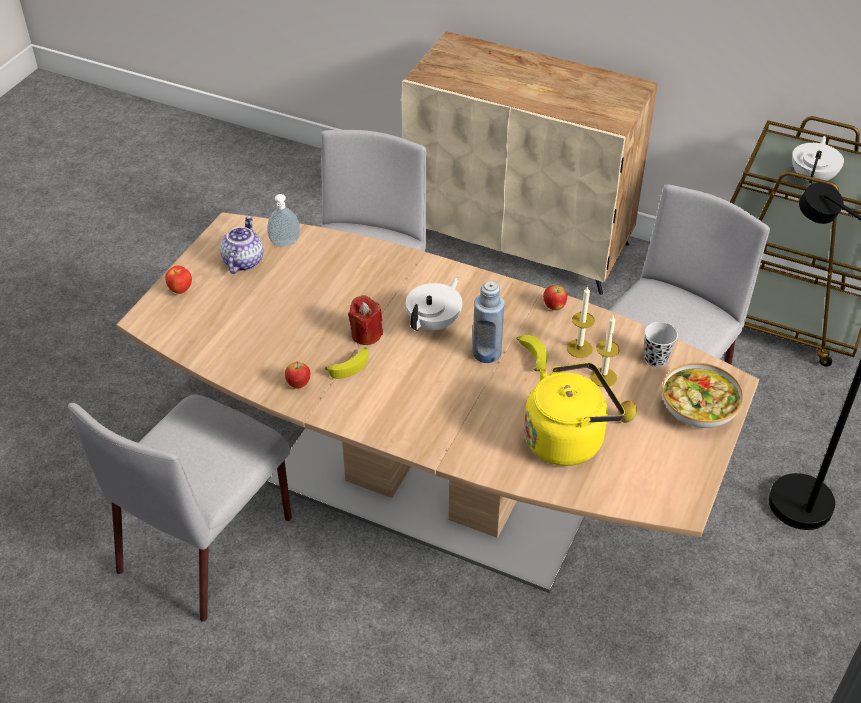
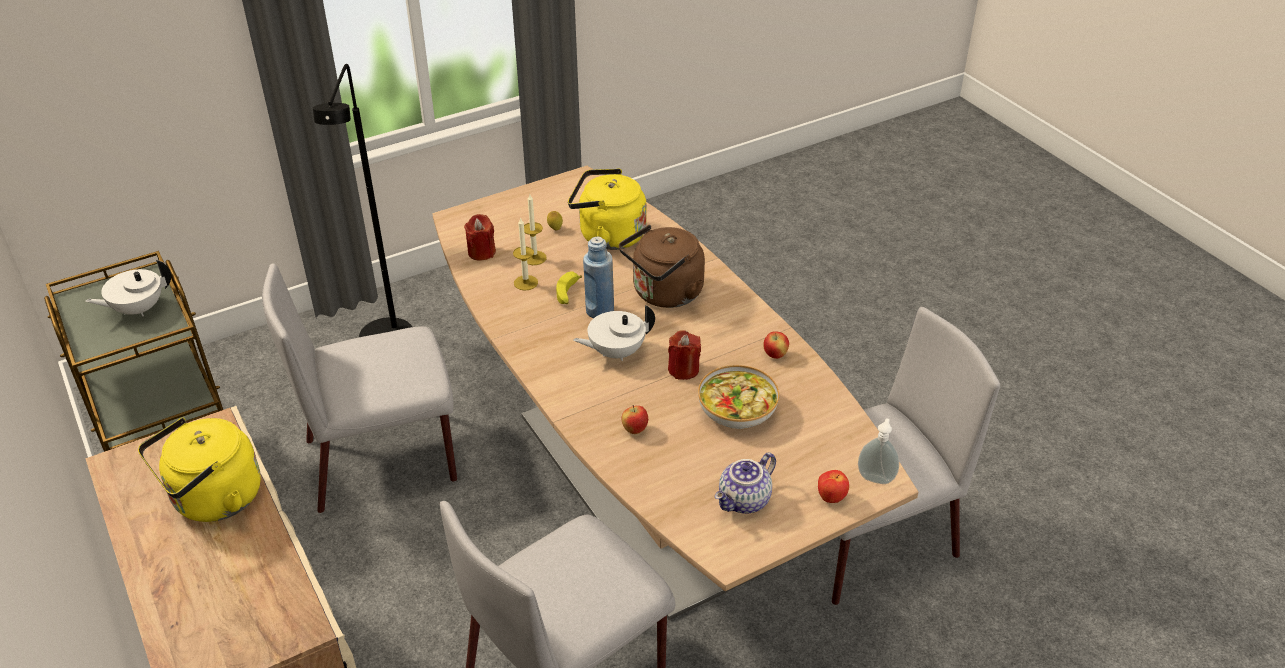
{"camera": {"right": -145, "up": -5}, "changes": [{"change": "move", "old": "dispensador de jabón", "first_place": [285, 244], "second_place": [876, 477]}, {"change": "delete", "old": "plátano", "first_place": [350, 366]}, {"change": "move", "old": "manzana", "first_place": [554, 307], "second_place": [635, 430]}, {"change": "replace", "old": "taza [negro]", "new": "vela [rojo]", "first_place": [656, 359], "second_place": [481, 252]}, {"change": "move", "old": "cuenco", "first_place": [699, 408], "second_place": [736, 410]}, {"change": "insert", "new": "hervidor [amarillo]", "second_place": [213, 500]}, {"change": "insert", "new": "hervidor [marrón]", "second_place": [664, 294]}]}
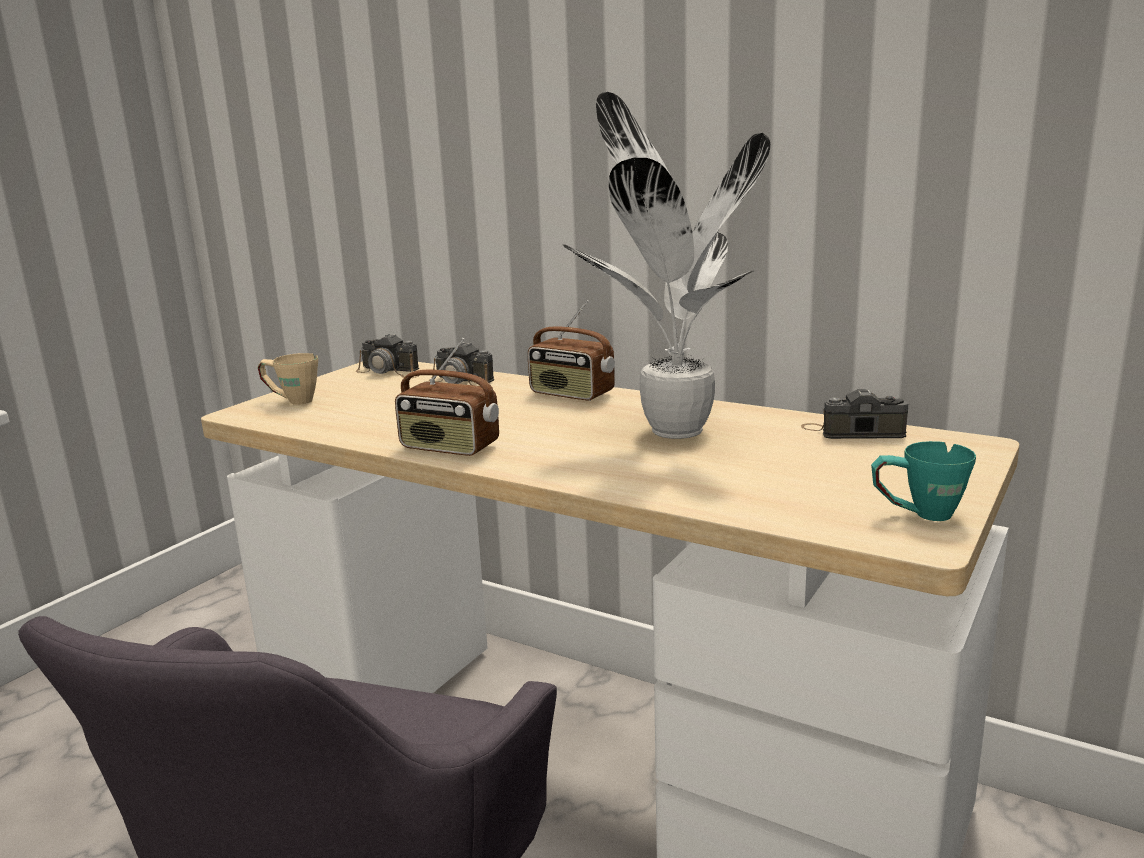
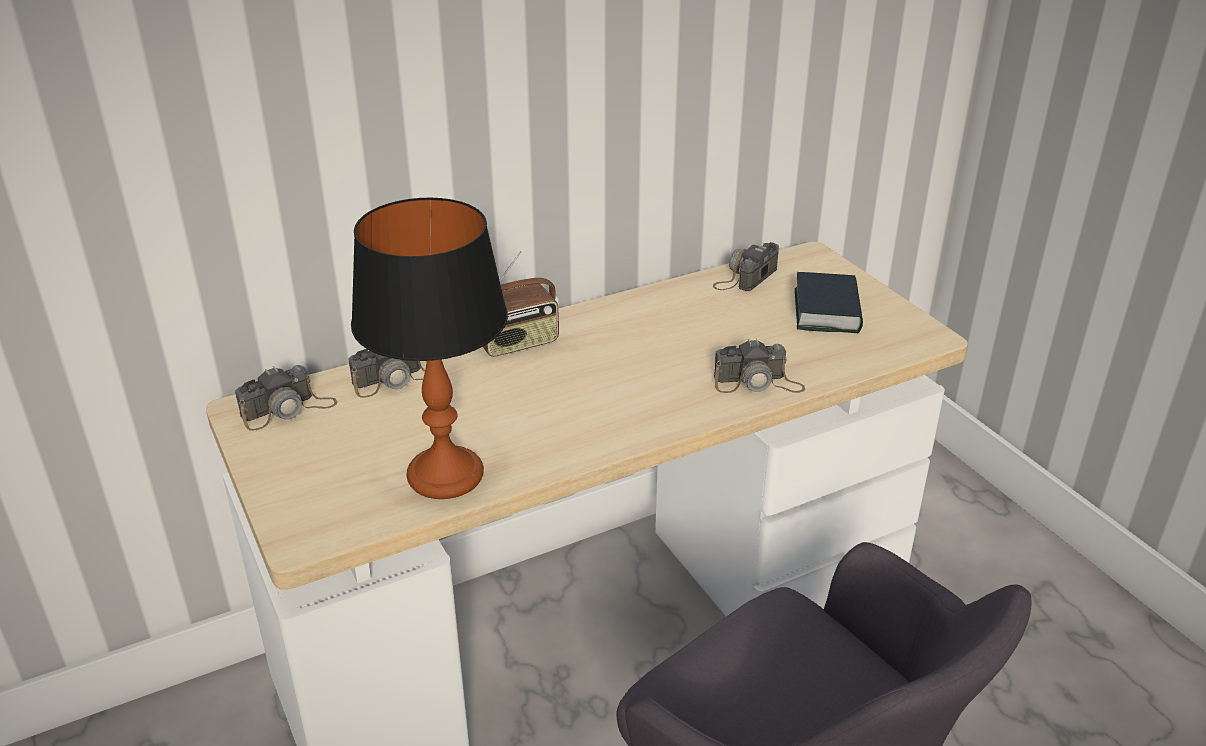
{"camera": {"right": -60, "up": 15}, "changes": [{"change": "delete", "old": "taza grande [beis]", "first_place": [291, 400]}, {"change": "delete", "old": "radio", "first_place": [449, 448]}, {"change": "delete", "old": "planta en maceta", "first_place": [673, 429]}, {"change": "delete", "old": "taza grande [turquesa]", "first_place": [917, 514]}, {"change": "insert", "new": "lámpara de mesa", "second_place": [445, 474]}, {"change": "insert", "new": "cámara", "second_place": [758, 383]}, {"change": "insert", "new": "libro", "second_place": [827, 311]}]}
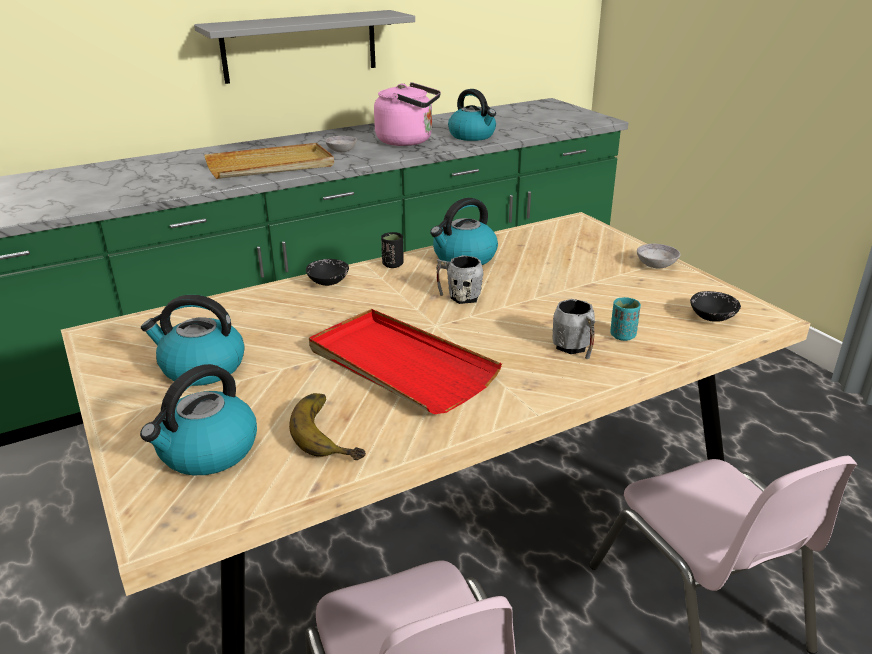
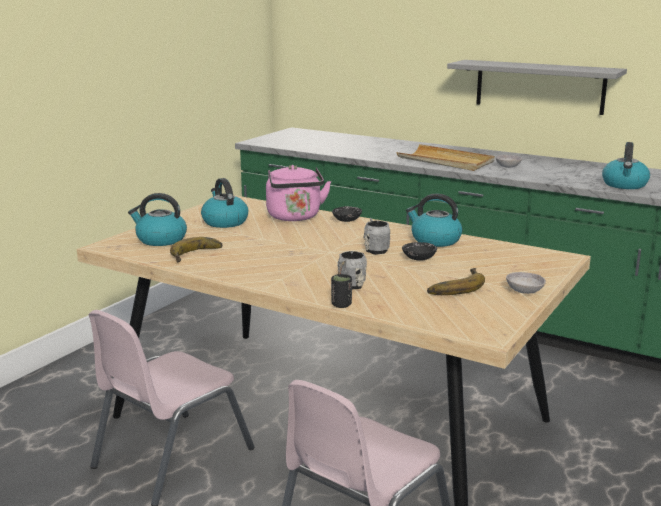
{"camera": {"right": 60, "up": -10}, "changes": [{"change": "delete", "old": "bandeja [rojo]", "first_place": [399, 365]}, {"change": "move", "old": "hervidor [rosa]", "first_place": [408, 141], "second_place": [295, 217]}, {"change": "move", "old": "taza [negro]", "first_place": [393, 264], "second_place": [341, 305]}, {"change": "delete", "old": "taza [turquesa]", "first_place": [622, 336]}, {"change": "move", "old": "cuenco [negro]", "first_place": [712, 317], "second_place": [419, 259]}, {"change": "insert", "new": "plátano", "second_place": [453, 286]}]}
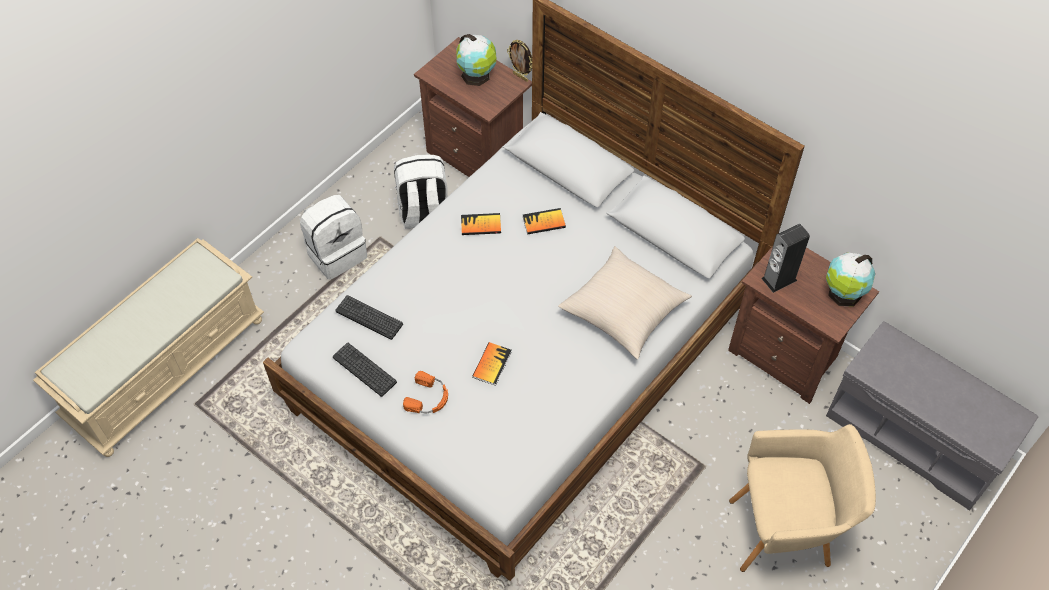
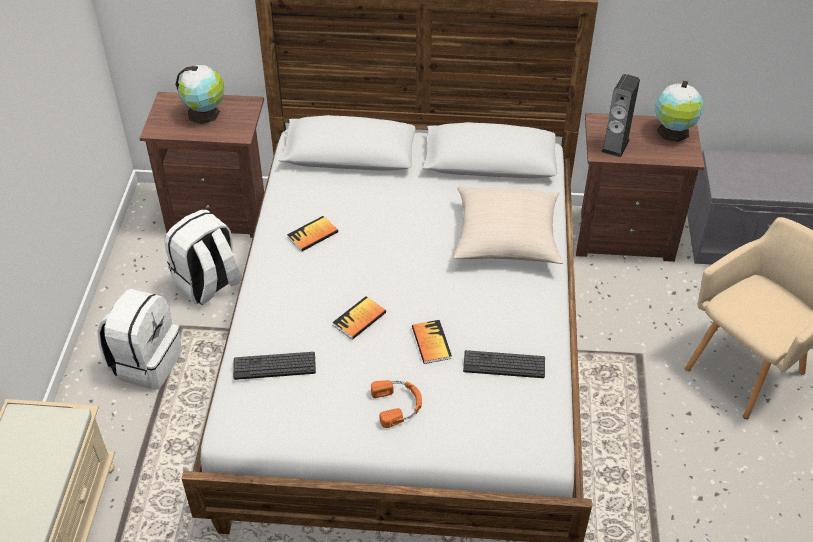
{"camera": {"right": -35, "up": -10}, "changes": [{"change": "move", "old": "teclado", "first_place": [364, 369], "second_place": [504, 365]}, {"change": "delete", "old": "portarretratos", "first_place": [521, 77]}, {"change": "move", "old": "libro", "first_place": [544, 222], "second_place": [359, 319]}]}
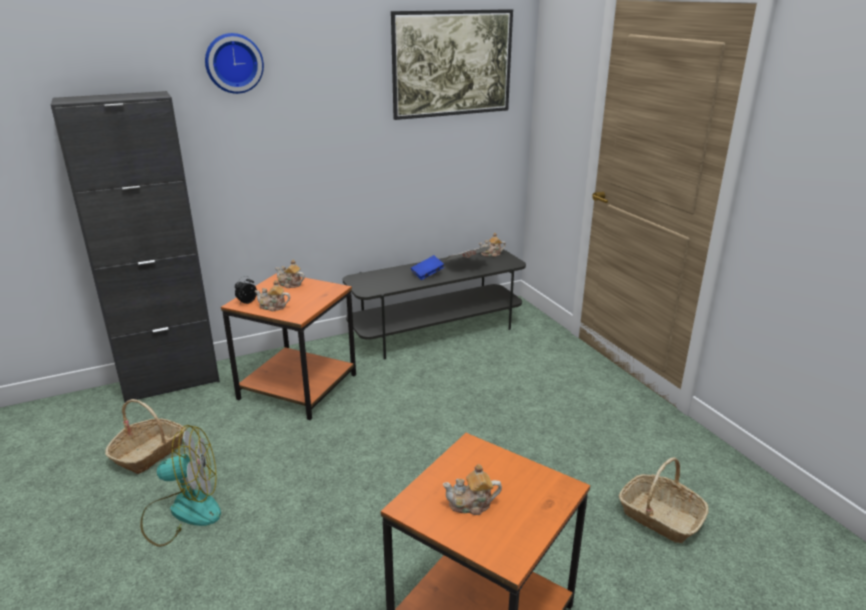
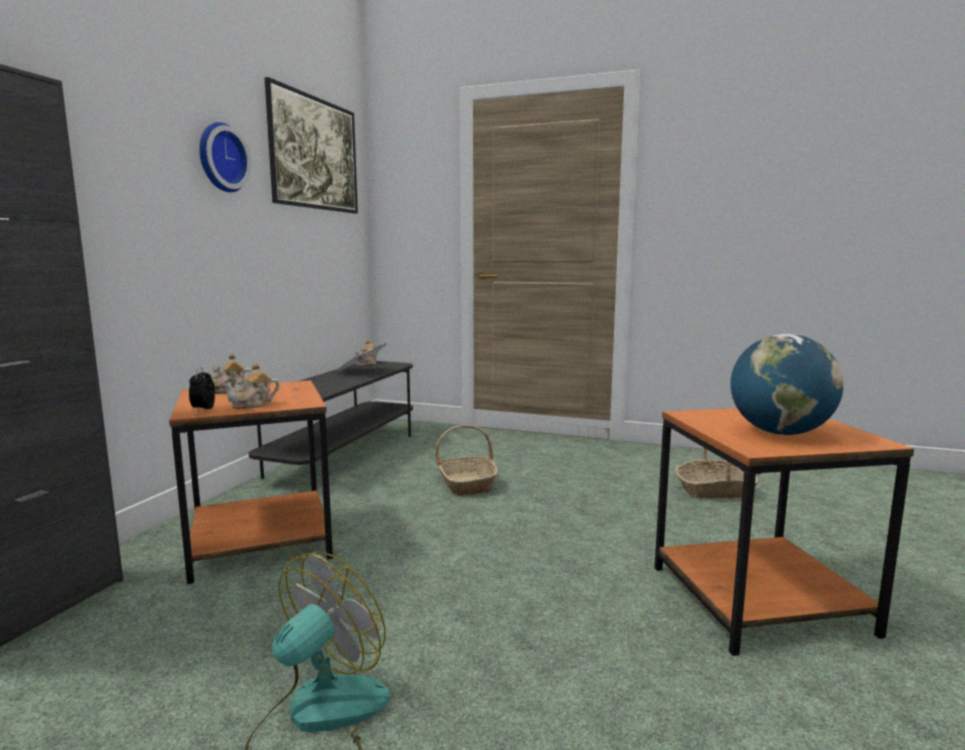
{"camera": {"right": -45, "up": -15}, "changes": [{"change": "move", "old": "cesta", "first_place": [149, 453], "second_place": [466, 483]}, {"change": "move", "old": "reloj de pared", "first_place": [233, 63], "second_place": [220, 158]}, {"change": "delete", "old": "libro [azul]", "first_place": [427, 274]}, {"change": "replace", "old": "tetera", "new": "globo terráqueo", "first_place": [471, 504], "second_place": [779, 433]}]}
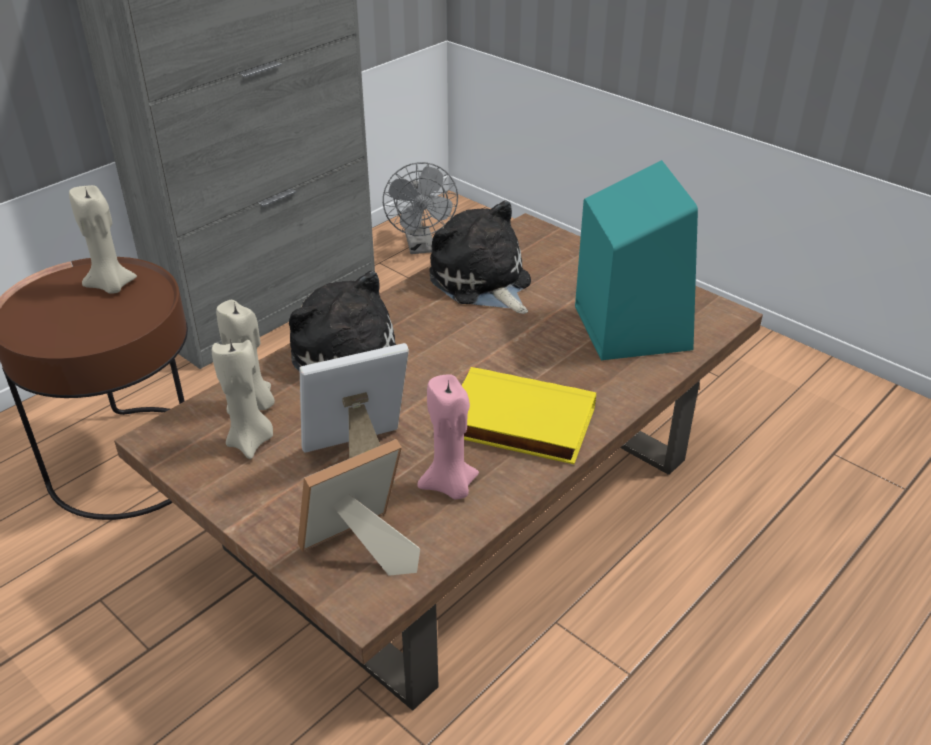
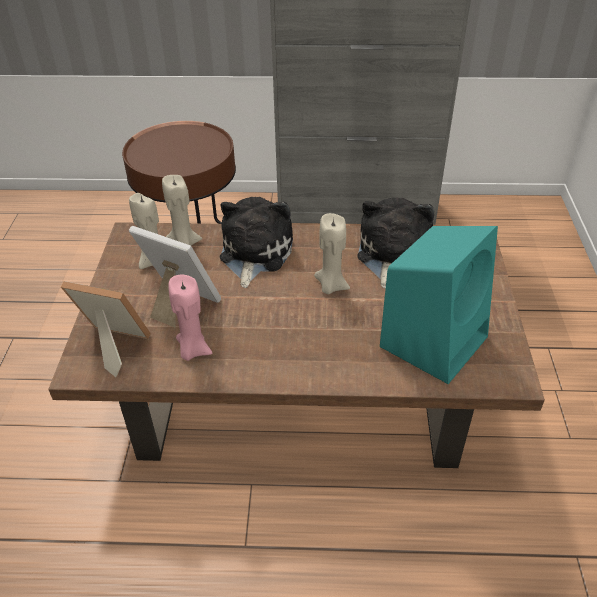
{"camera": {"right": 50, "up": 5}, "changes": [{"change": "move", "old": "vela [beis]", "first_place": [111, 286], "second_place": [330, 286]}, {"change": "delete", "old": "ventilador [gris]", "first_place": [421, 247]}, {"change": "delete", "old": "libro [amarillo]", "first_place": [518, 424]}]}
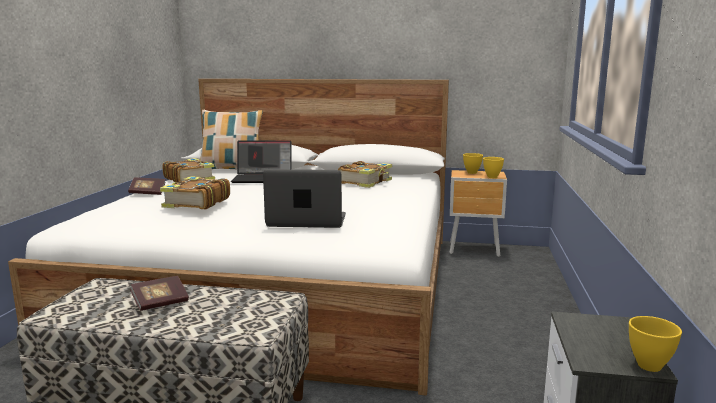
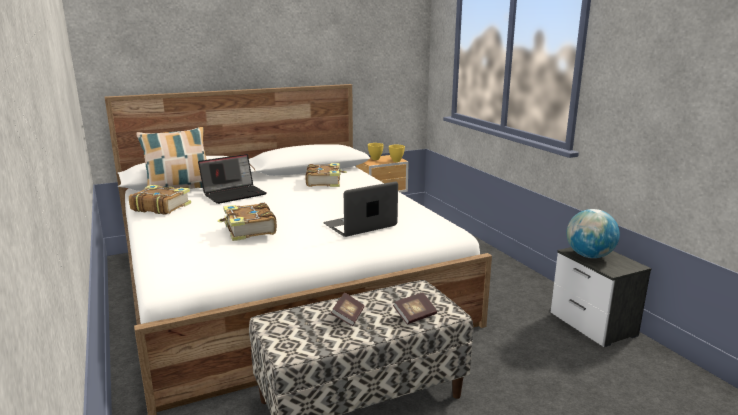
{"camera": {"right": -35, "up": 5}, "changes": [{"change": "move", "old": "libro", "first_place": [147, 193], "second_place": [415, 316]}, {"change": "delete", "old": "cuenco [amarillo]", "first_place": [650, 366]}, {"change": "insert", "new": "globo terráqueo", "second_place": [589, 256]}]}
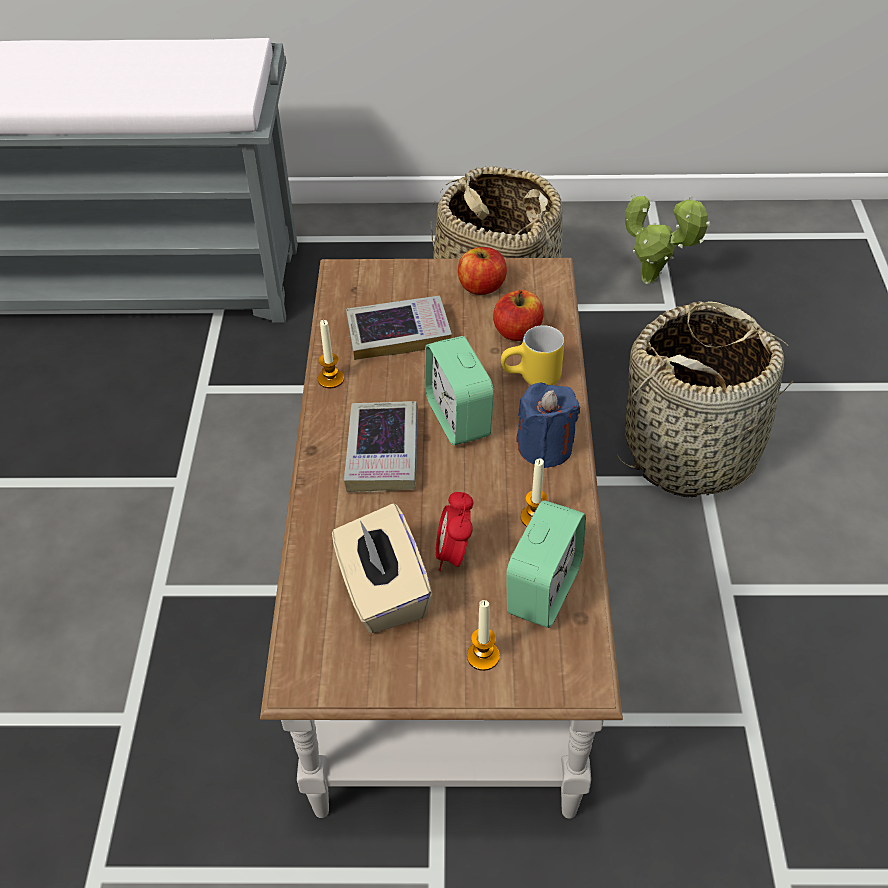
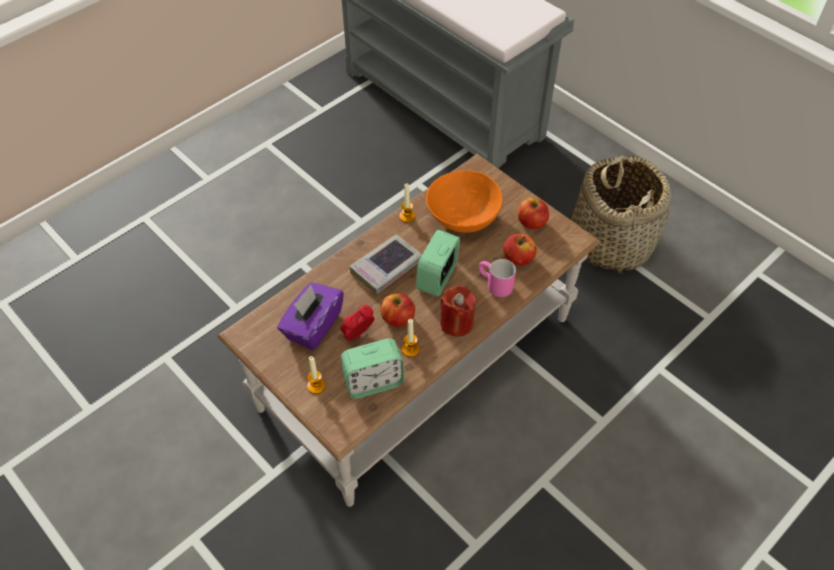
{"camera": {"right": 45, "up": 5}, "changes": [{"change": "recolor", "old": "caja de pañuelos [beis]", "new": "caja de pañuelos [morado]", "first_place": [382, 591], "second_place": [313, 326]}, {"change": "replace", "old": "libro", "new": "cuenco [naranja]", "first_place": [398, 333], "second_place": [463, 217]}, {"change": "recolor", "old": "taza grande [amarillo]", "new": "taza grande [rosa]", "first_place": [532, 379], "second_place": [494, 286]}, {"change": "recolor", "old": "vela [azul]", "new": "vela [rojo]", "first_place": [545, 447], "second_place": [456, 323]}, {"change": "delete", "old": "cesta", "first_place": [692, 450]}, {"change": "delete", "old": "planta en maceta", "first_place": [653, 281]}, {"change": "insert", "new": "manzana", "second_place": [398, 318]}]}
